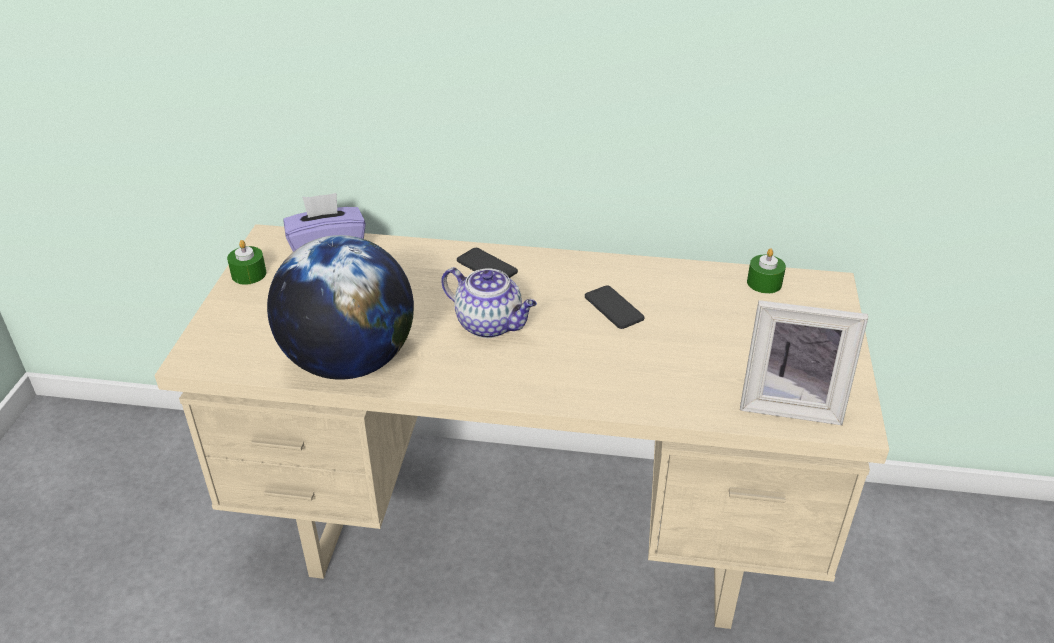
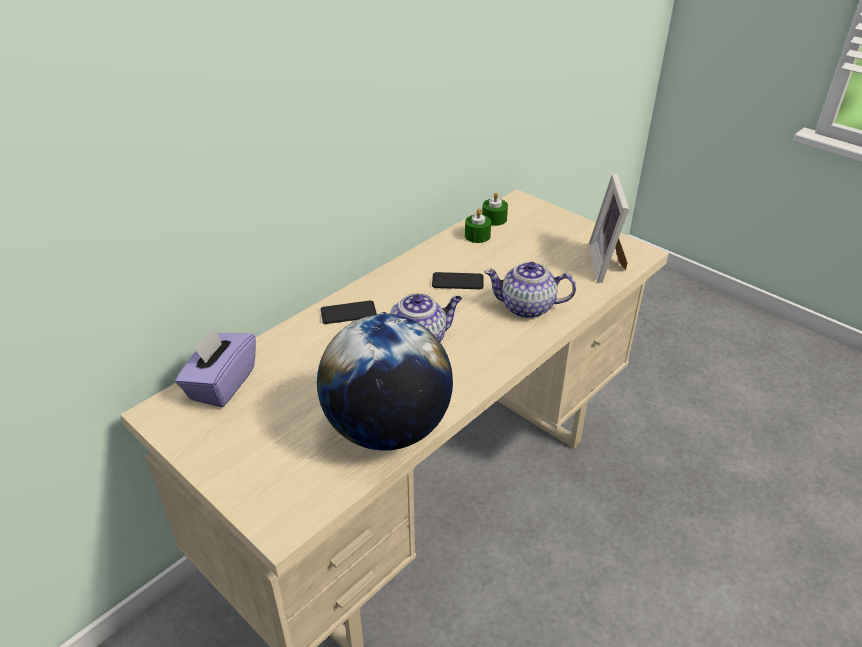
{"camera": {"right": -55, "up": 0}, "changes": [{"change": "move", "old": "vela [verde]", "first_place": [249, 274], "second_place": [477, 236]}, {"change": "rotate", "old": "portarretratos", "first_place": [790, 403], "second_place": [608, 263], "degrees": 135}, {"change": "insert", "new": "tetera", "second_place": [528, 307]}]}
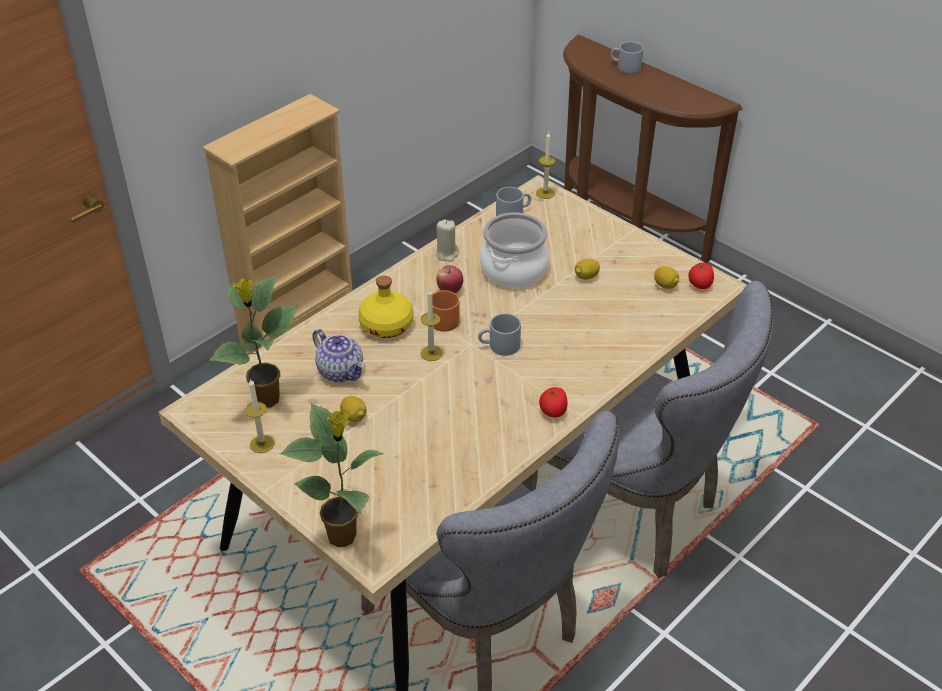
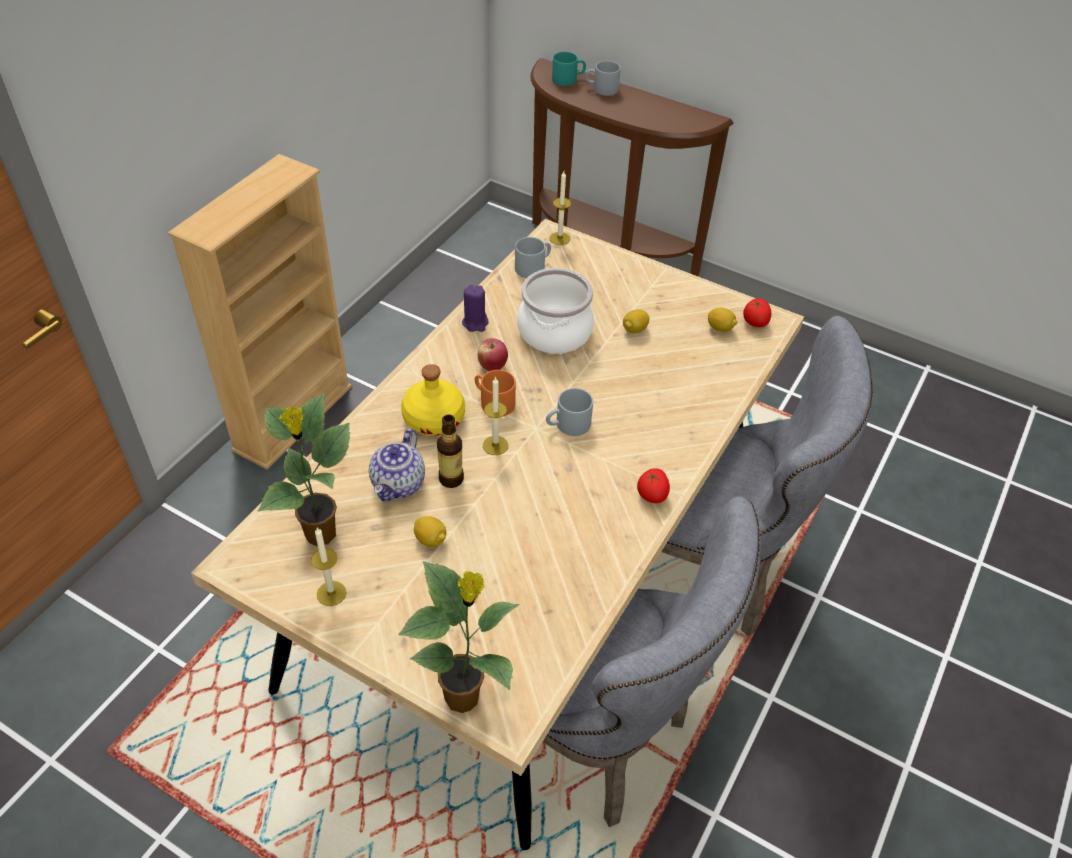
{"camera": {"right": -15, "up": 5}, "changes": [{"change": "rotate", "old": "tetera", "first_place": [341, 371], "second_place": [399, 484], "degrees": 75}, {"change": "recolor", "old": "vela [beis]", "new": "vela [morado]", "first_place": [446, 254], "second_place": [475, 323]}, {"change": "insert", "new": "botella", "second_place": [451, 479]}, {"change": "insert", "new": "taza grande [turquesa]", "second_place": [568, 79]}]}
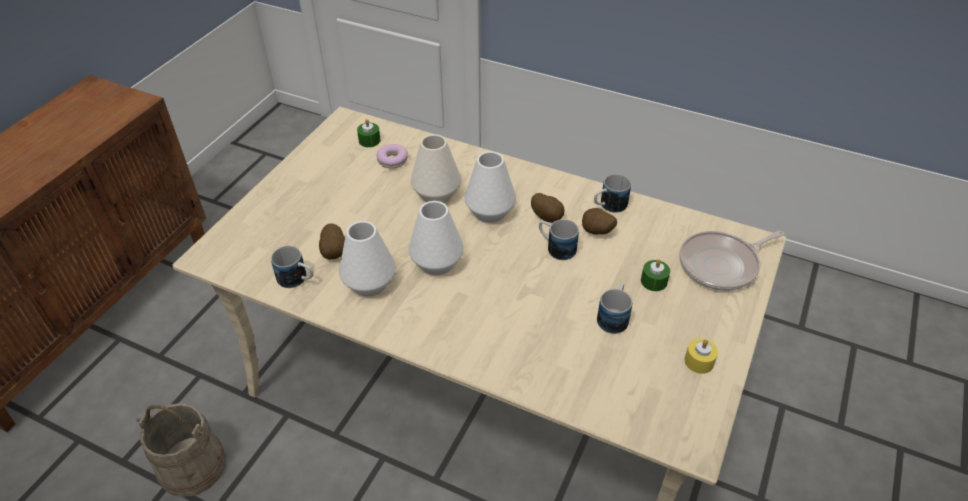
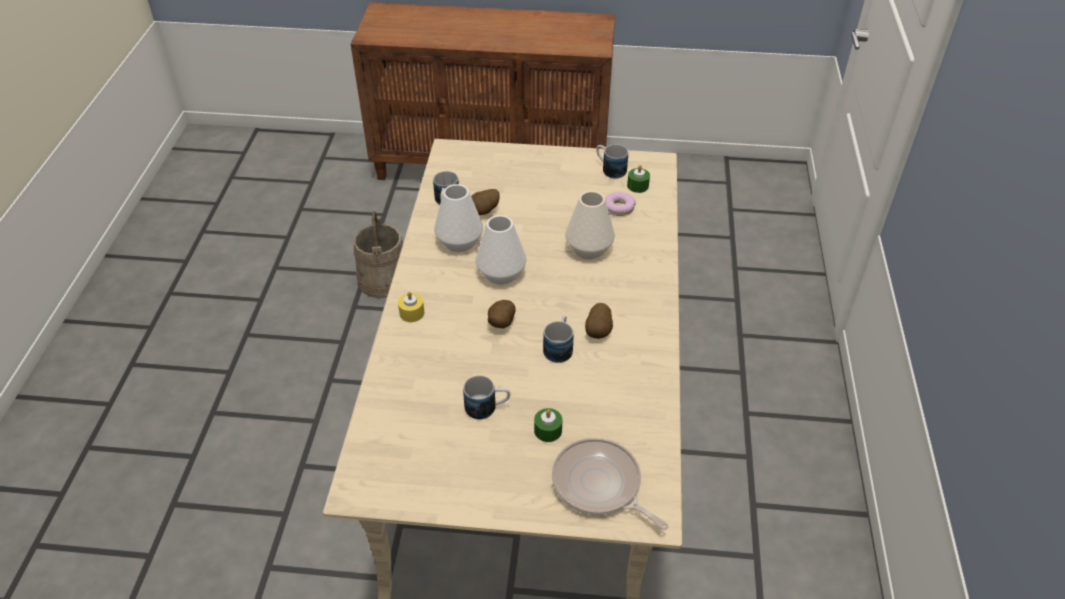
{"camera": {"right": 70, "up": 0}, "changes": [{"change": "delete", "old": "florero [blanco]", "first_place": [490, 212]}, {"change": "move", "old": "patata", "first_place": [596, 232], "second_place": [500, 324]}, {"change": "move", "old": "taza grande", "first_place": [608, 206], "second_place": [610, 169]}, {"change": "move", "old": "vela [amarillo]", "first_place": [699, 361], "second_place": [412, 313]}]}
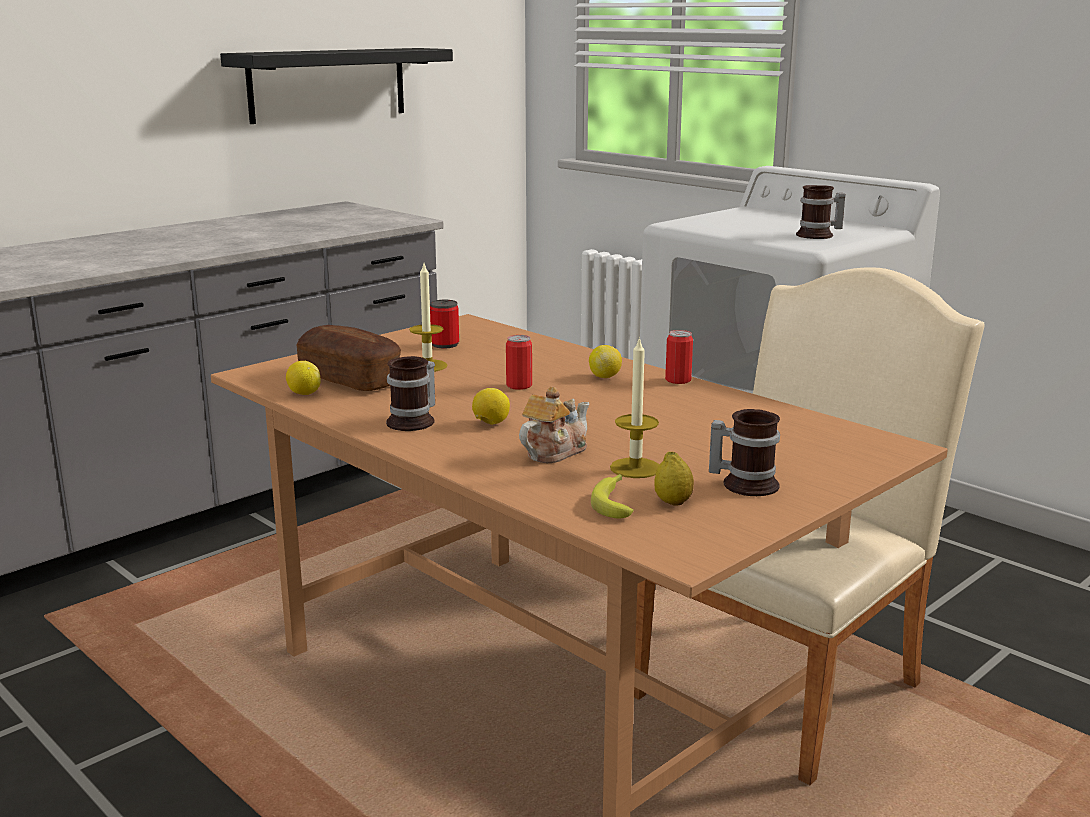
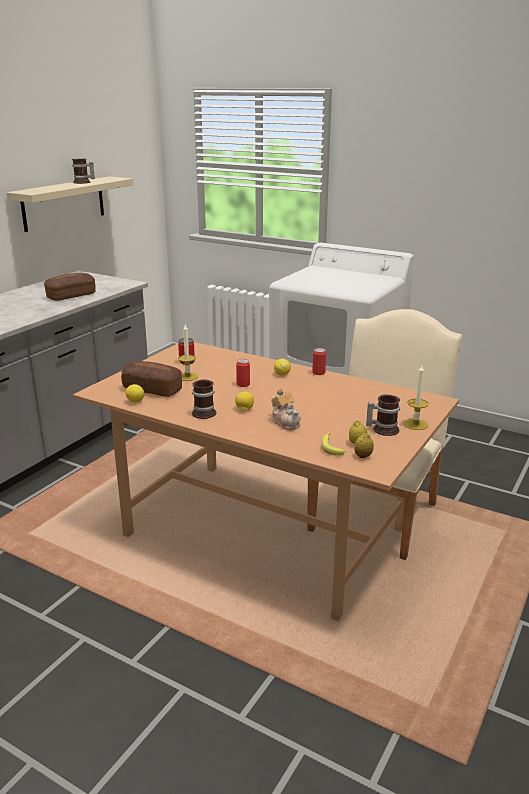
{"camera": {"right": -15, "up": 5}, "changes": [{"change": "recolor", "old": "estante [negro]", "new": "estante [beis]", "first_place": [328, 84], "second_place": [63, 203]}, {"change": "rotate", "old": "tetera", "first_place": [553, 452], "second_place": [286, 422], "degrees": 120}, {"change": "move", "old": "vela", "first_place": [635, 468], "second_place": [415, 424]}, {"change": "move", "old": "taza grande", "first_place": [819, 235], "second_place": [83, 182]}, {"change": "insert", "new": "pan", "second_place": [71, 296]}, {"change": "insert", "new": "limón", "second_place": [363, 456]}]}
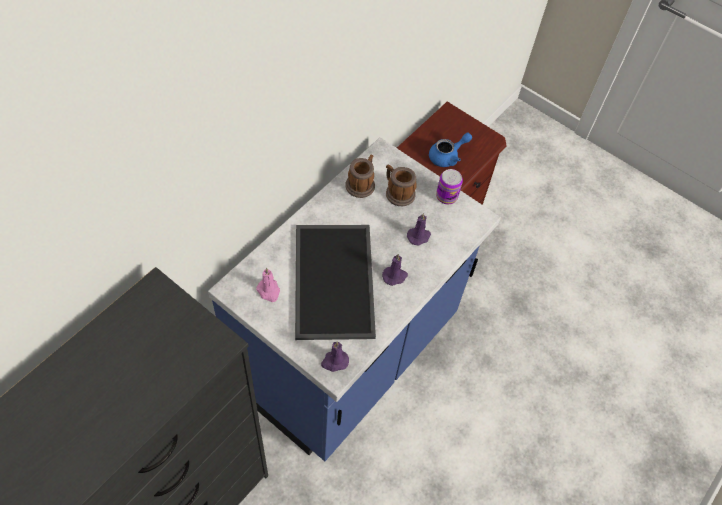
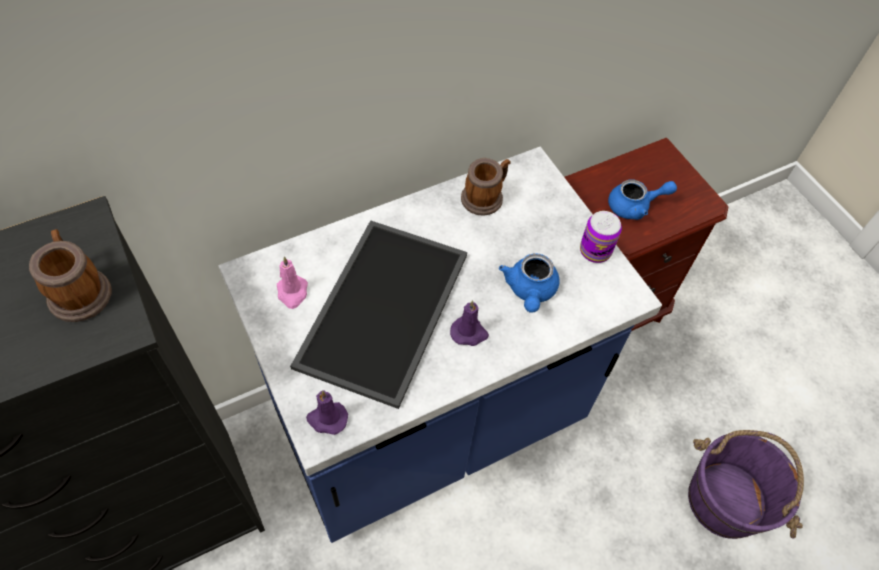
{"camera": {"right": 25, "up": 0}, "changes": [{"change": "move", "old": "taza grande", "first_place": [397, 192], "second_place": [79, 290]}, {"change": "replace", "old": "vela [morado]", "new": "tetera [azul]", "first_place": [419, 236], "second_place": [530, 291]}, {"change": "insert", "new": "cubo [morado]", "second_place": [726, 499]}]}
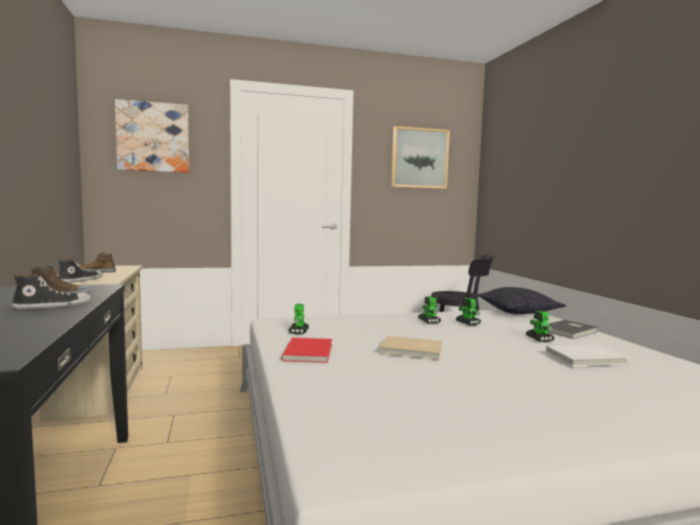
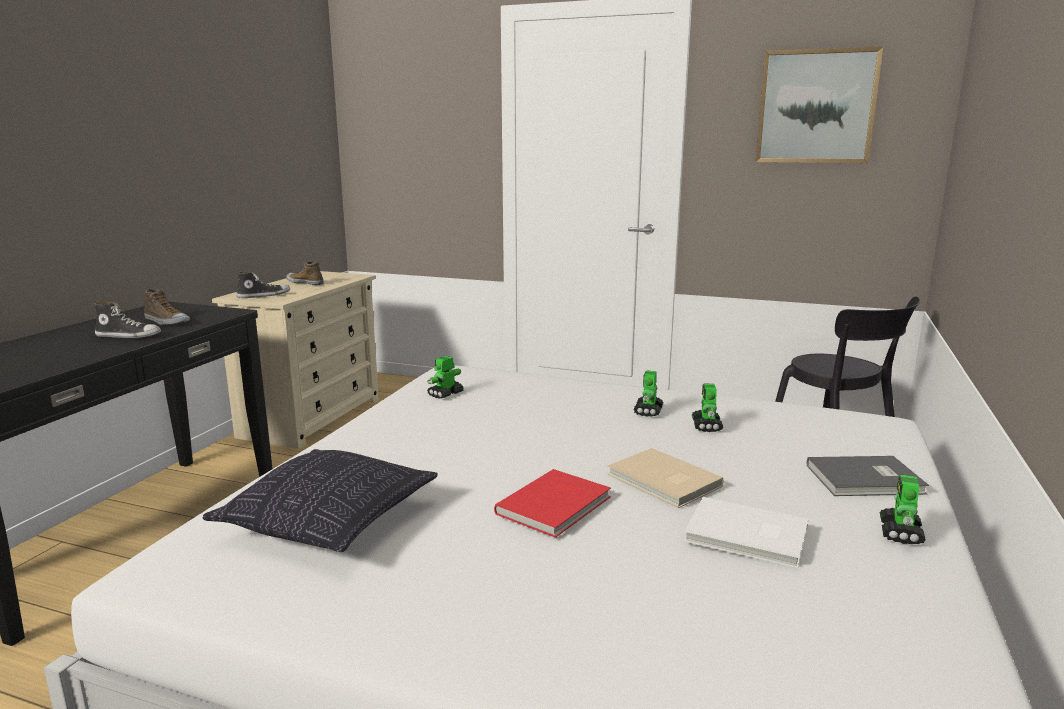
{"camera": {"right": 35, "up": 10}, "changes": [{"change": "delete", "old": "cuadro", "first_place": [153, 137]}, {"change": "move", "old": "libro [rojo]", "first_place": [310, 352], "second_place": [557, 505]}, {"change": "move", "old": "libro [beis]", "first_place": [412, 350], "second_place": [663, 481]}, {"change": "move", "old": "cojín", "first_place": [518, 311], "second_place": [328, 522]}, {"change": "move", "old": "robot de juguete", "first_place": [539, 339], "second_place": [900, 533]}]}
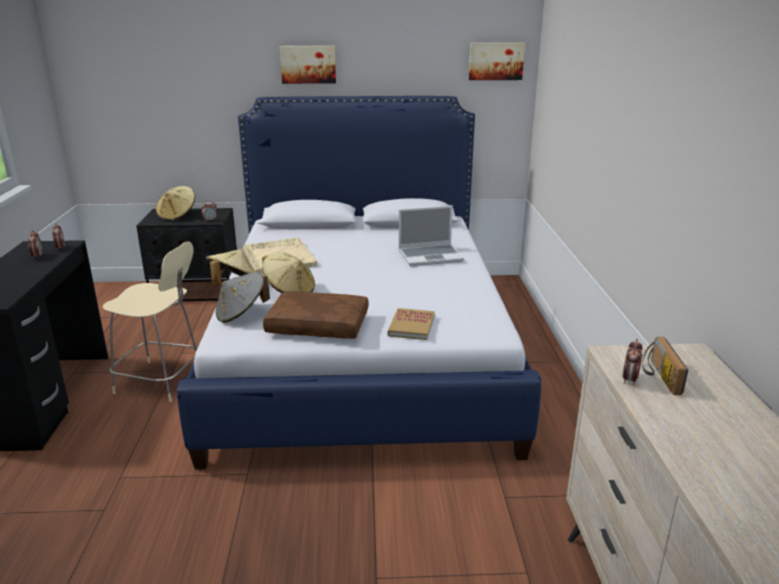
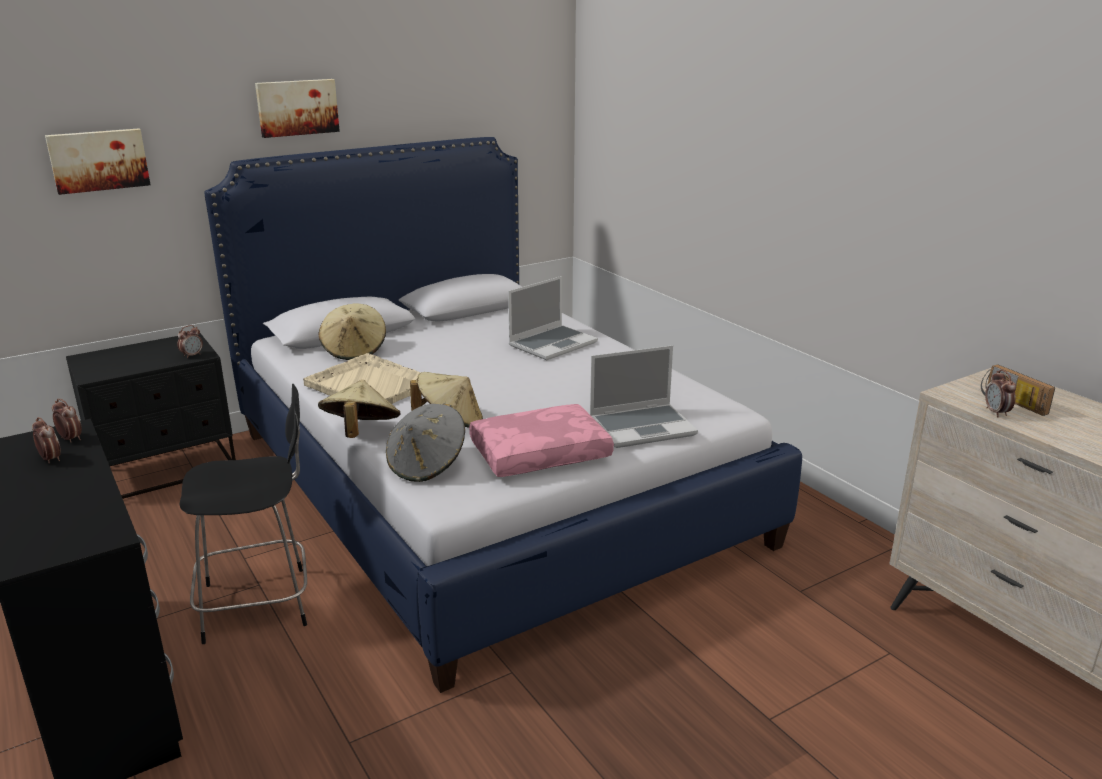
{"camera": {"right": -30, "up": 0}, "changes": [{"change": "recolor", "old": "taburete [beis]", "new": "taburete [negro]", "first_place": [162, 381], "second_place": [260, 604]}, {"change": "move", "old": "sombrero [beis]", "first_place": [177, 216], "second_place": [354, 350]}, {"change": "recolor", "old": "cojín [marrón]", "new": "cojín [rosa]", "first_place": [319, 325], "second_place": [540, 453]}, {"change": "replace", "old": "libro", "new": "portátil", "first_place": [411, 326], "second_place": [642, 427]}, {"change": "move", "old": "cuadro", "first_place": [496, 61], "second_place": [98, 160]}]}
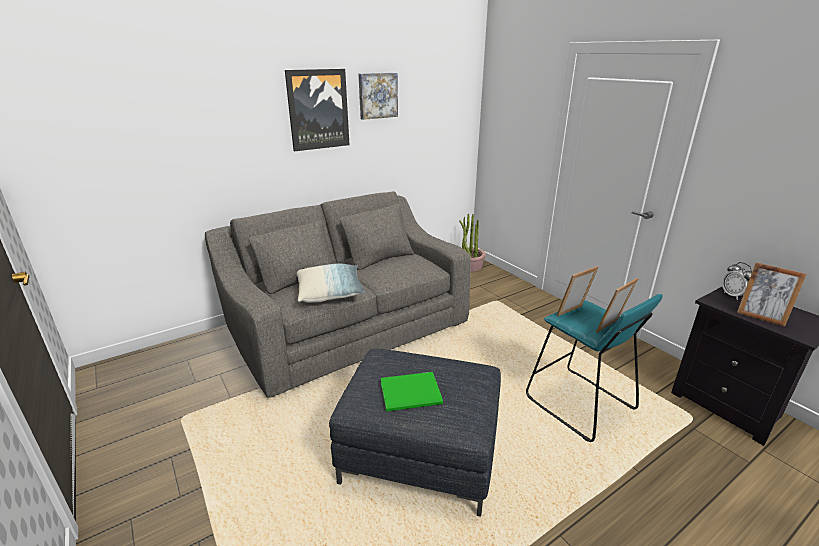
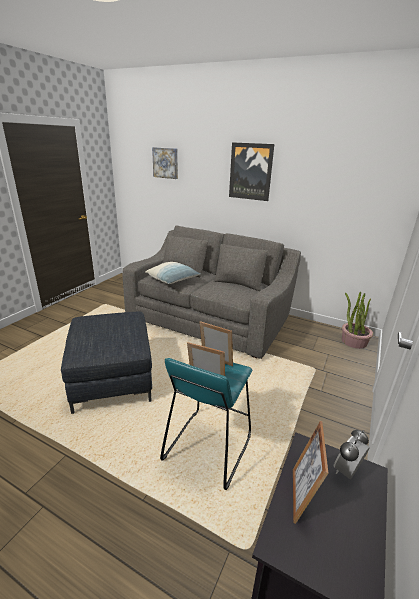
{"camera": {"right": 60, "up": 0}, "changes": [{"change": "move", "old": "cuadro", "first_place": [377, 95], "second_place": [166, 163]}, {"change": "delete", "old": "libro [verde]", "first_place": [412, 394]}]}
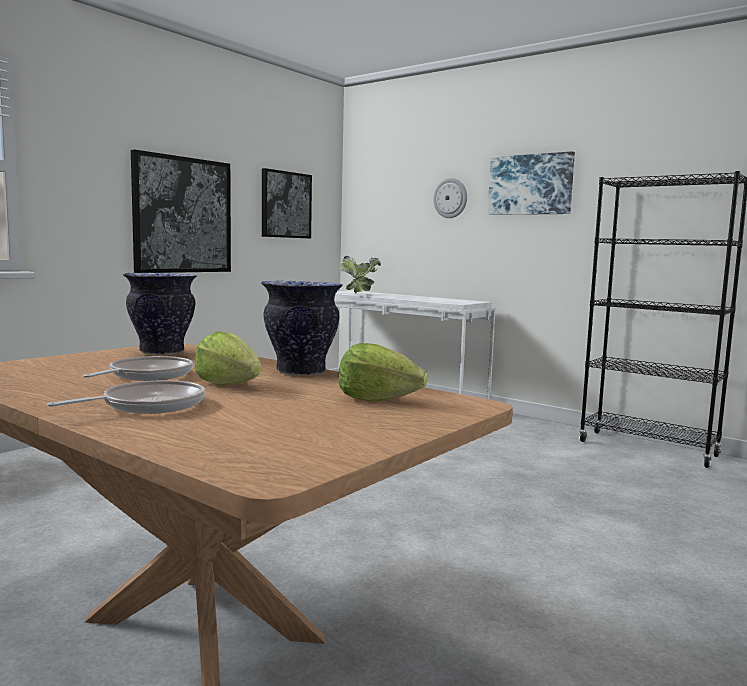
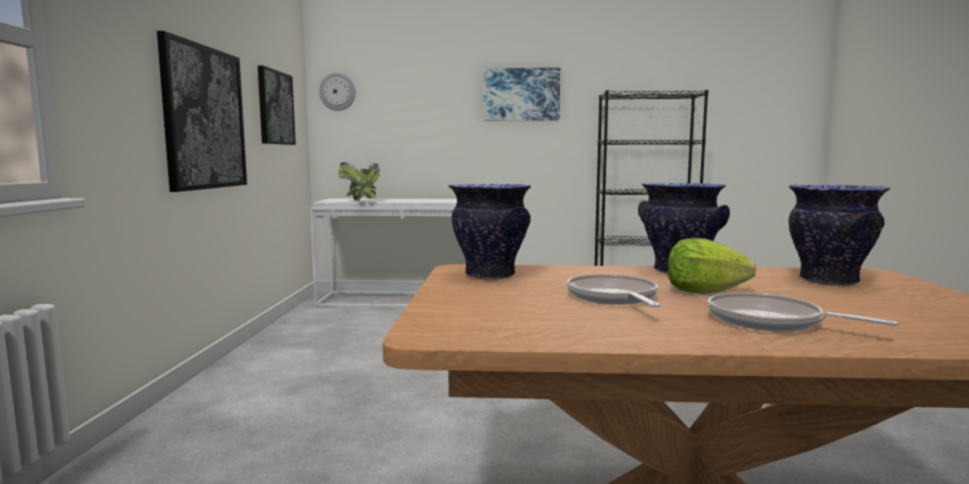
{"camera": {"right": -35, "up": 0}, "changes": [{"change": "rotate", "old": "sartén", "first_place": [148, 406], "second_place": [770, 322], "degrees": -60}, {"change": "replace", "old": "lechuga", "new": "florero", "first_place": [377, 399], "second_place": [827, 281]}, {"change": "move", "old": "reloj de pared", "first_place": [450, 198], "second_place": [337, 92]}]}
